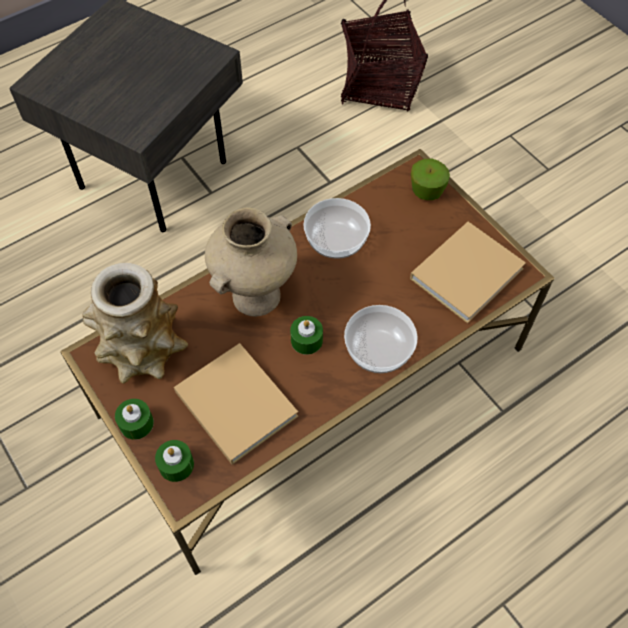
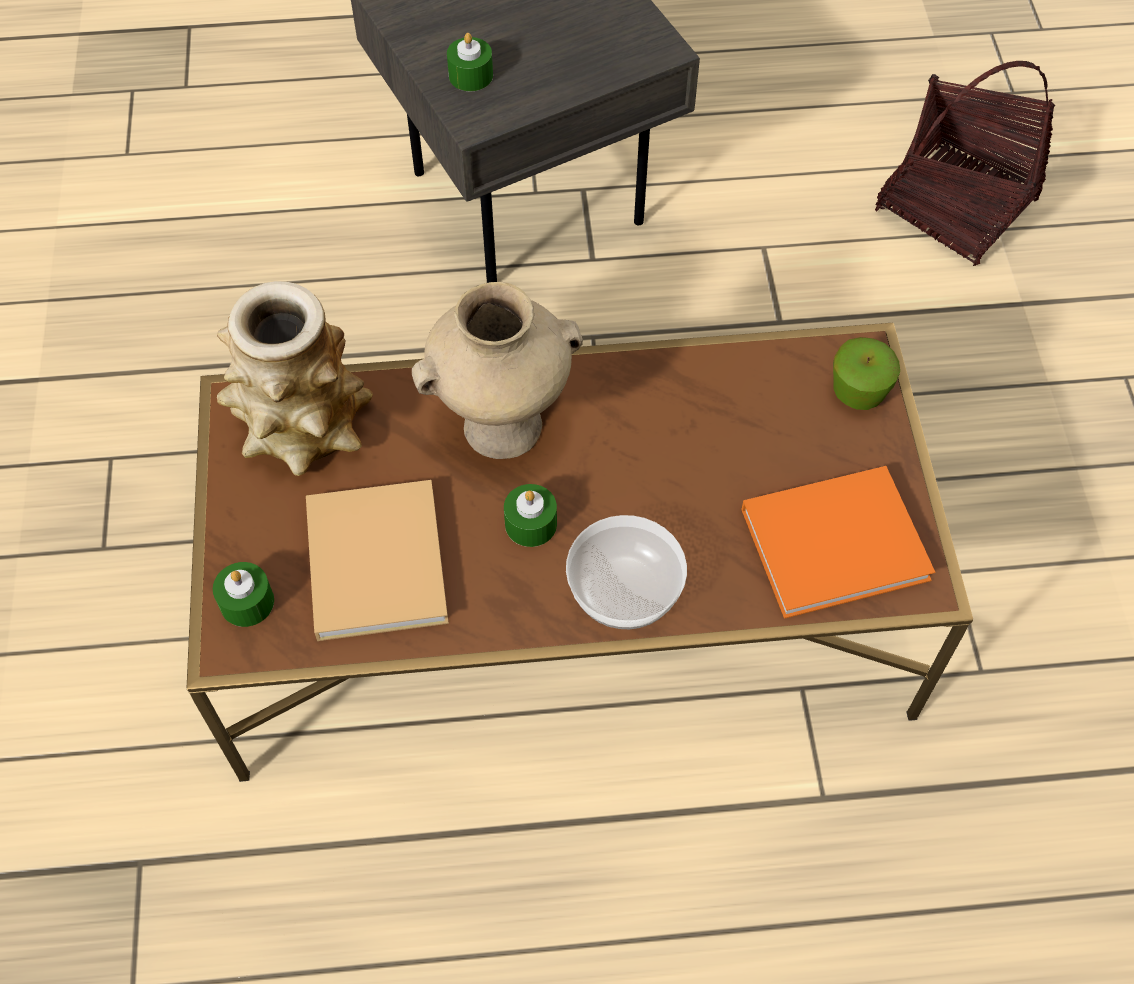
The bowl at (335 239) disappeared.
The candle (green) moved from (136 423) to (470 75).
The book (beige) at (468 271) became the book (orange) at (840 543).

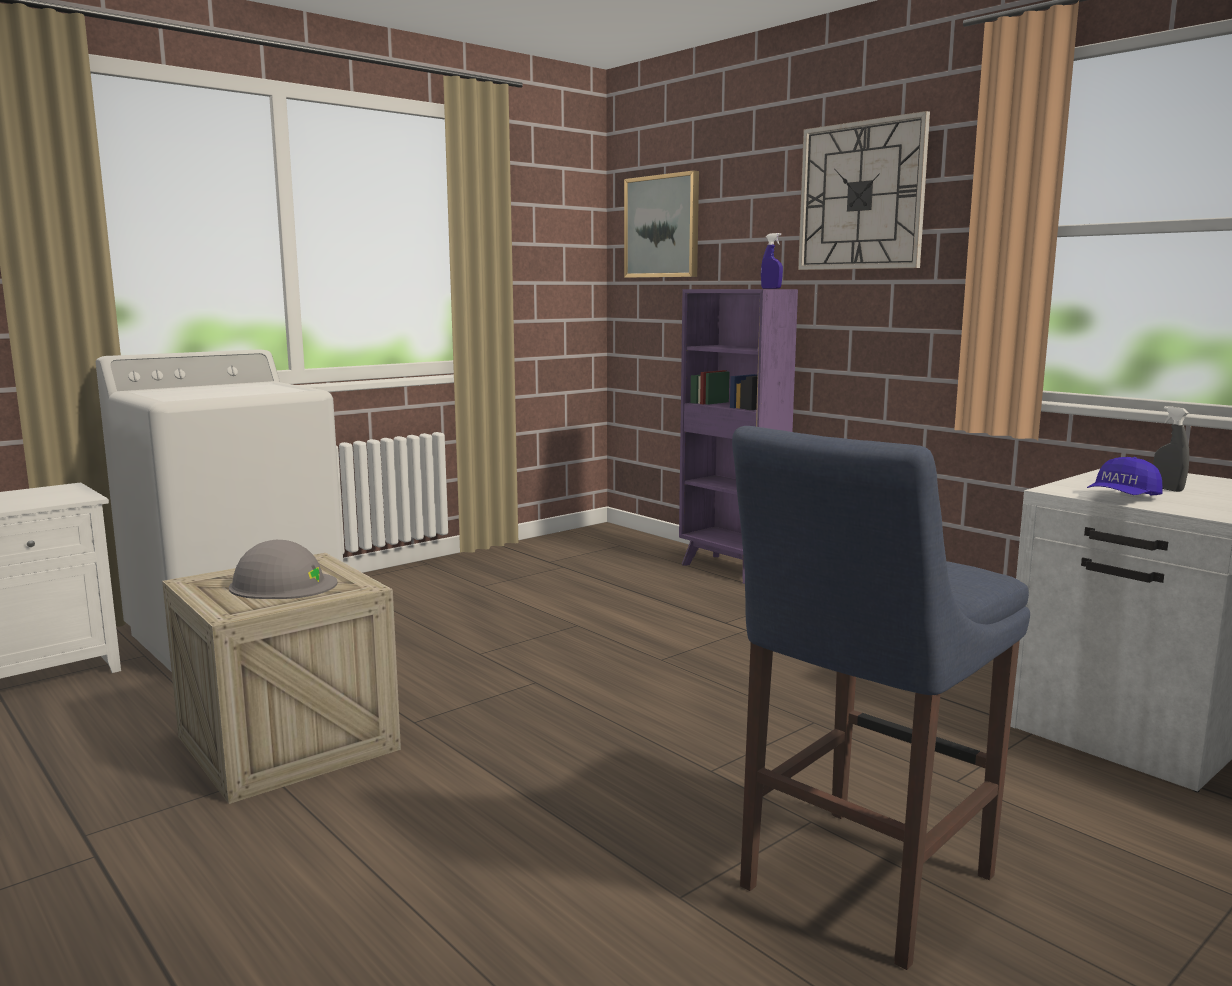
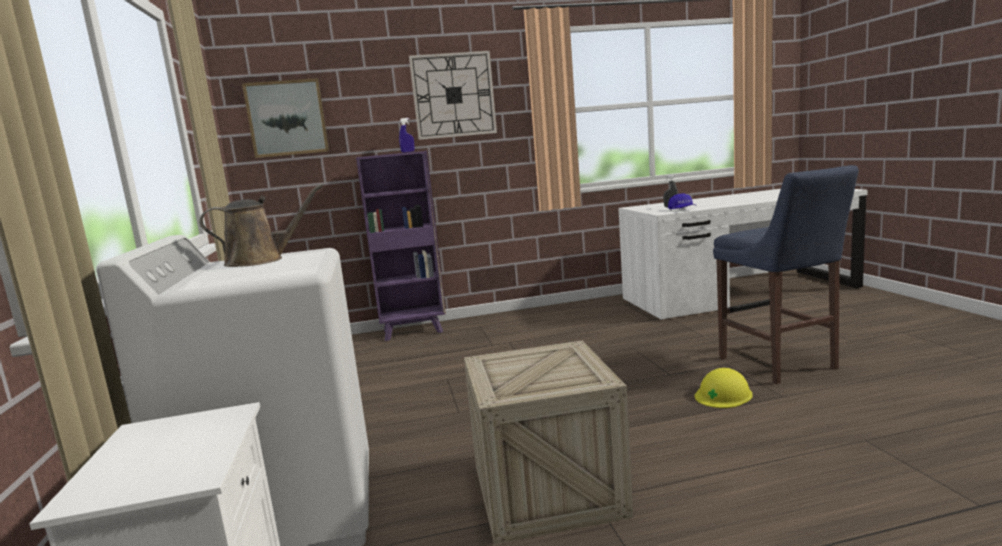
The hard hat (grey) at (282 585) disappeared.
The watering can (brown) at (260 260) appeared.
The hard hat (yellow) at (723 395) appeared.

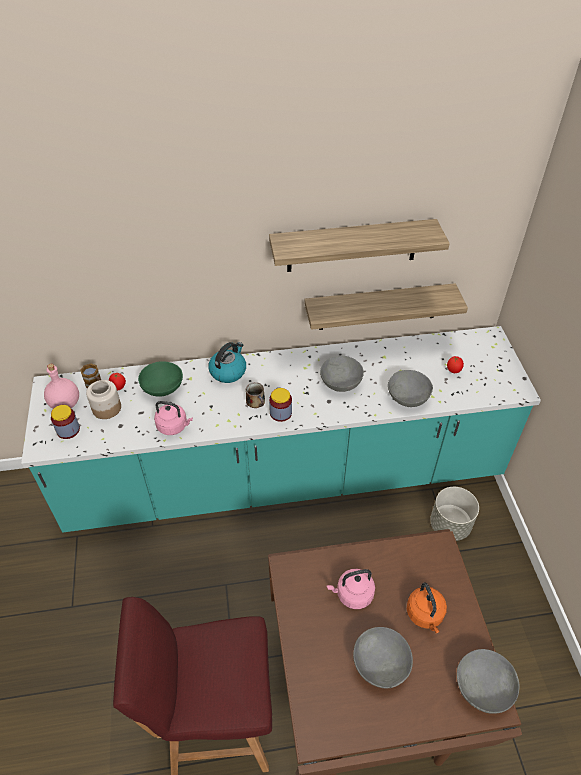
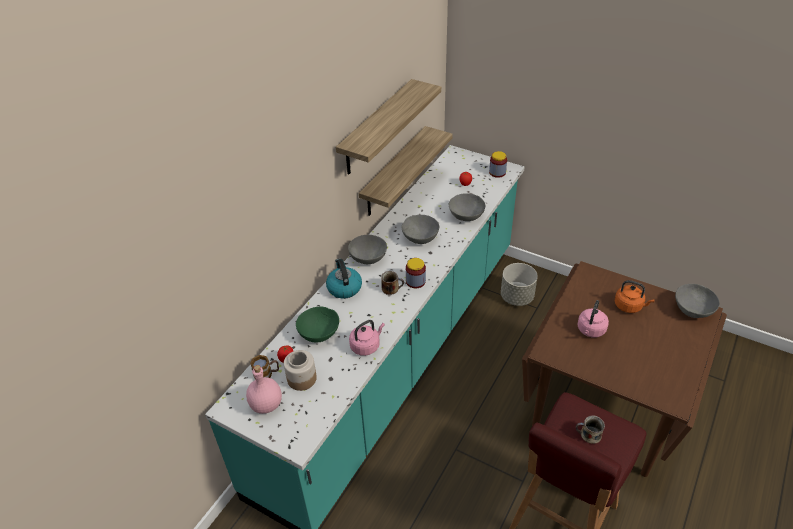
The mug at (589 435) appeared.
The jar moved from (68 430) to (497 172).
The bowl (grey) moved from (380 664) to (368 258).

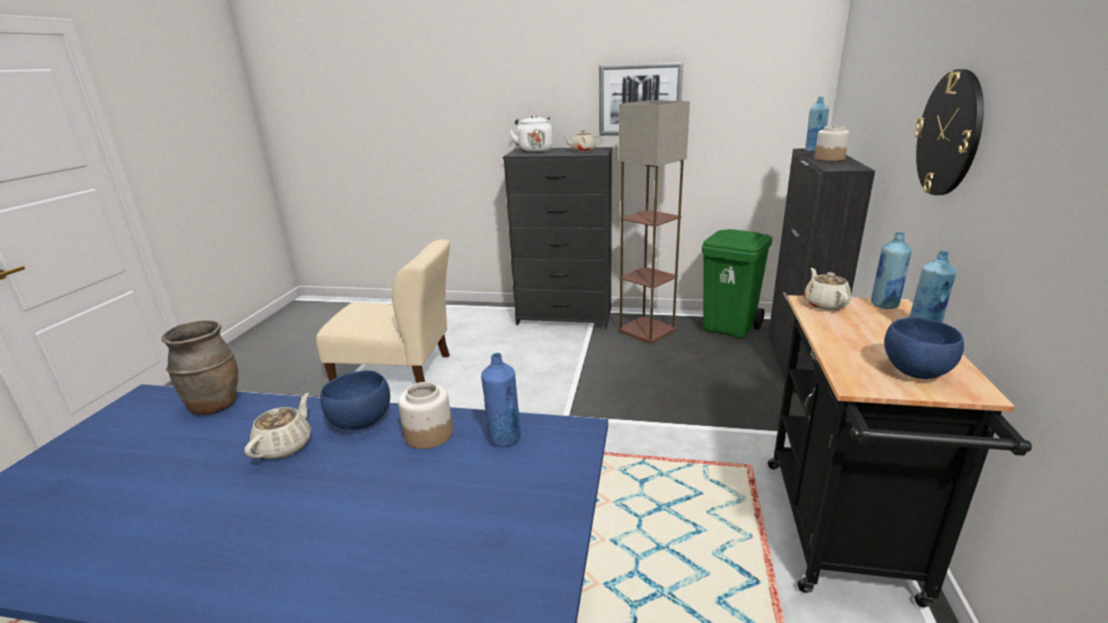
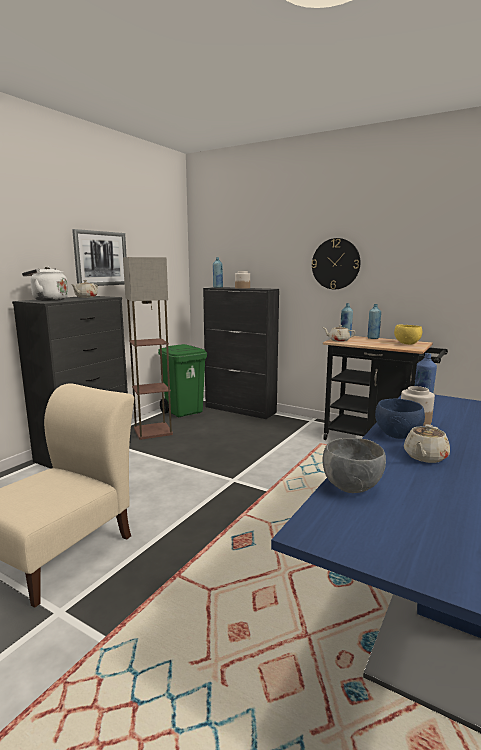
The vase (brown) at (215 405) was replaced by the bowl (grey) at (351 487).
The bowl (blue) at (914 372) became the bowl (yellow) at (407 344).
The teapot (beige) at (285 446) turned 90 degrees counterclockwise.

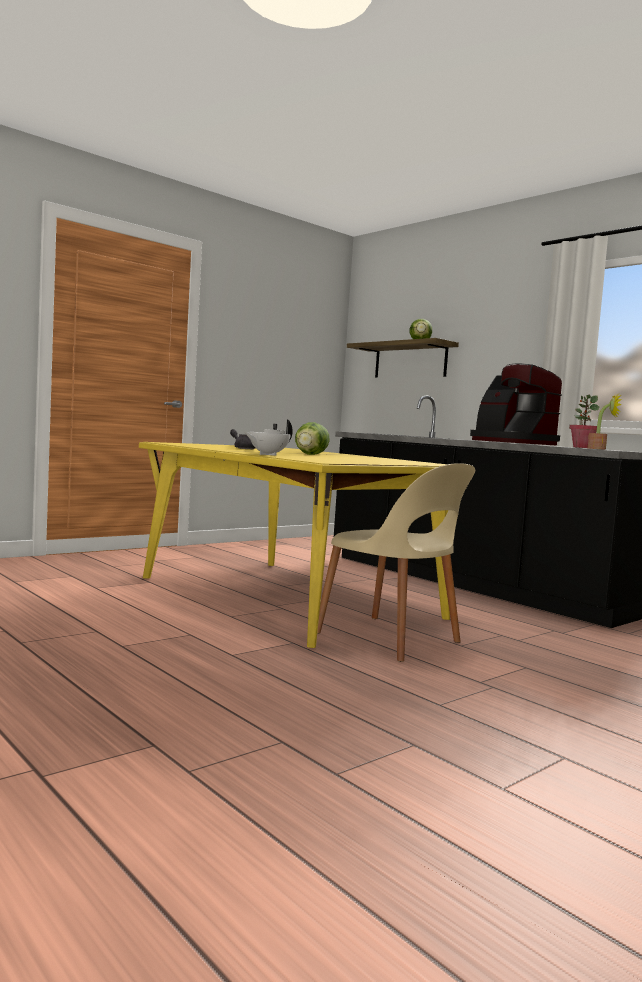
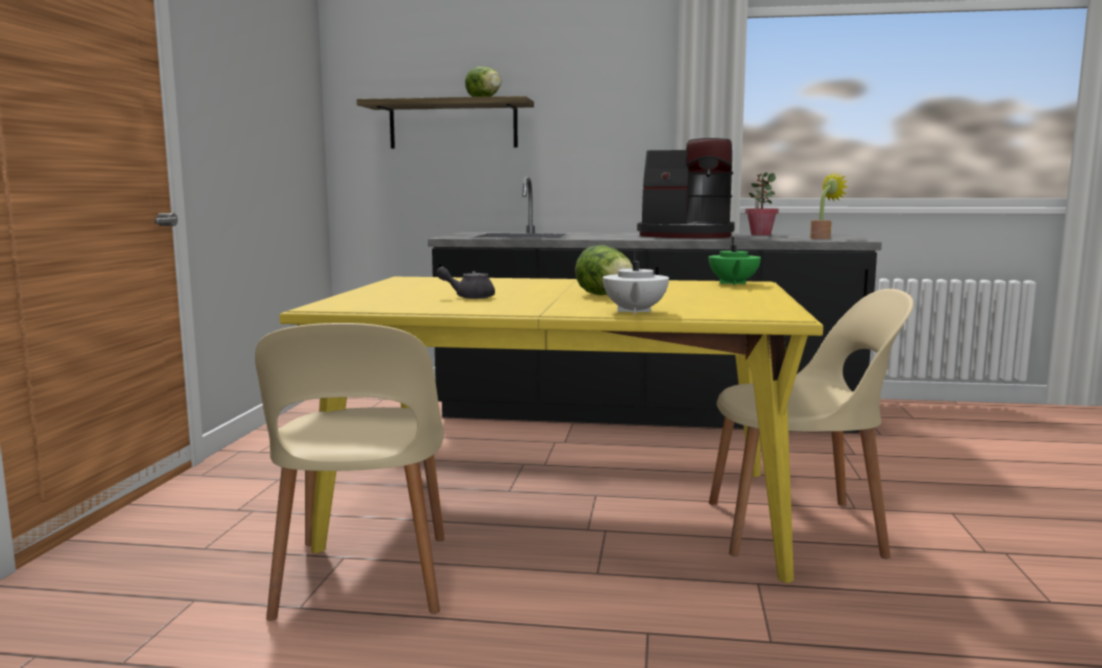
The chair (beige) at (363 579) appeared.
The teapot (green) at (733 283) appeared.

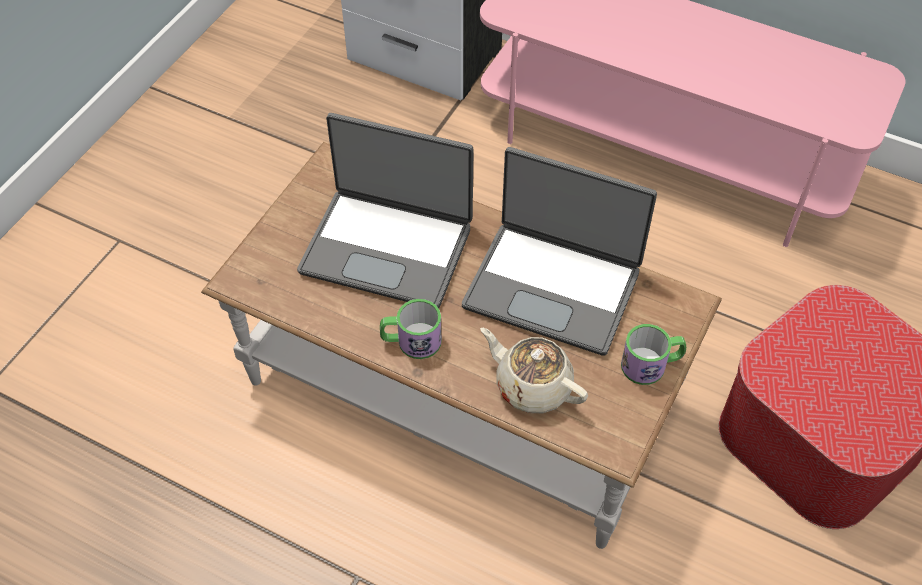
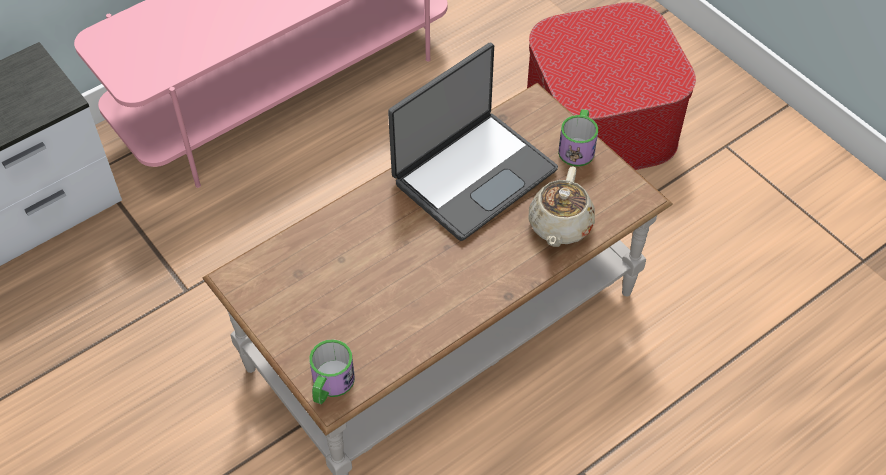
The laptop at (388 247) disappeared.
The mug moved from (411 341) to (330 385).
The teapot (beige) at (532 385) turned 45 degrees counterclockwise.

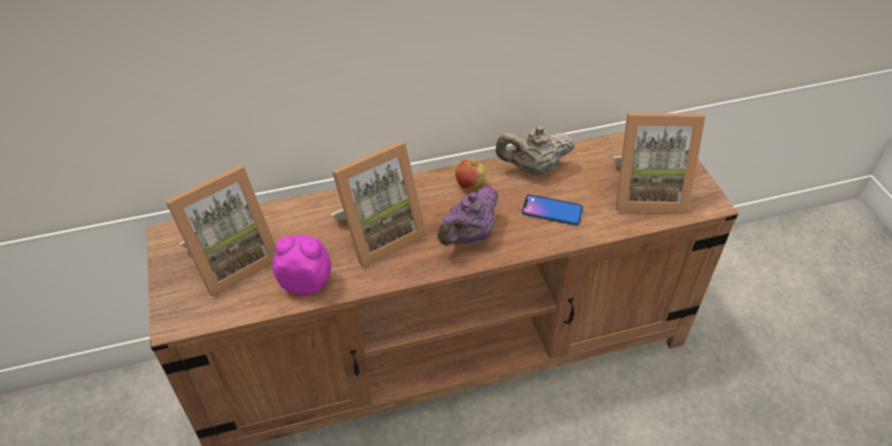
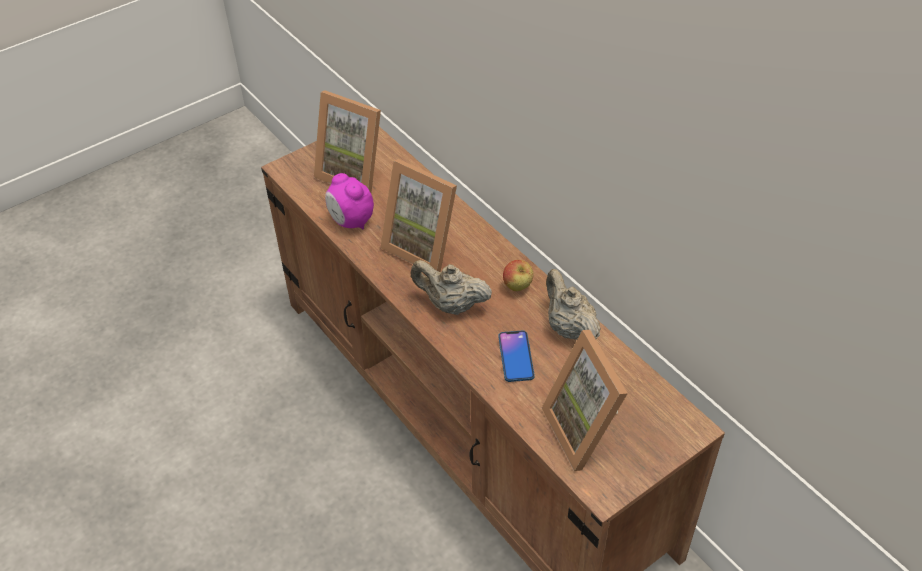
The teapot (purple) at (469 236) became the teapot (beige) at (451 305).
The alarm clock at (306 282) turned 150 degrees clockwise.

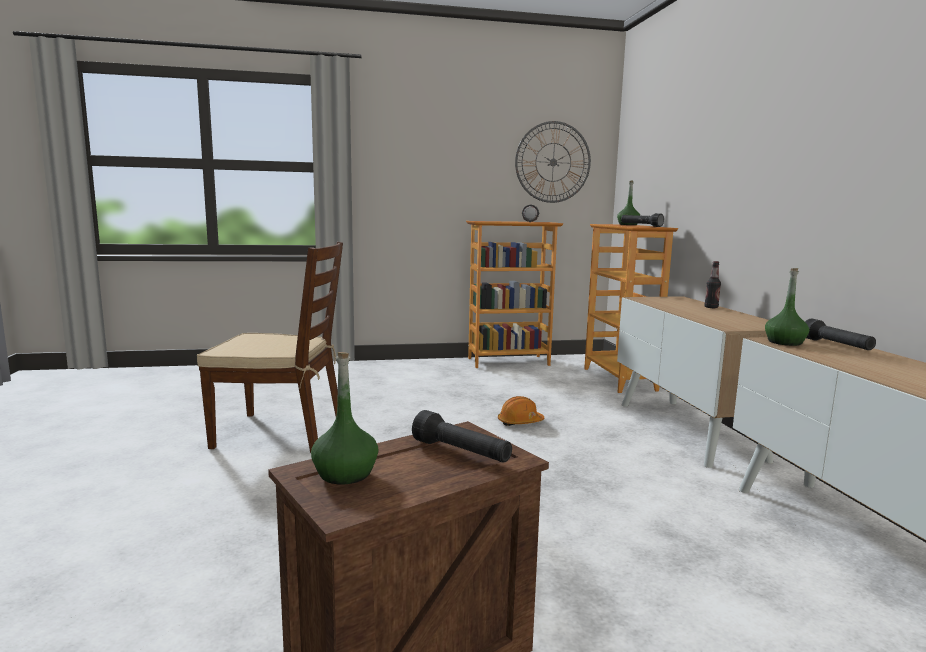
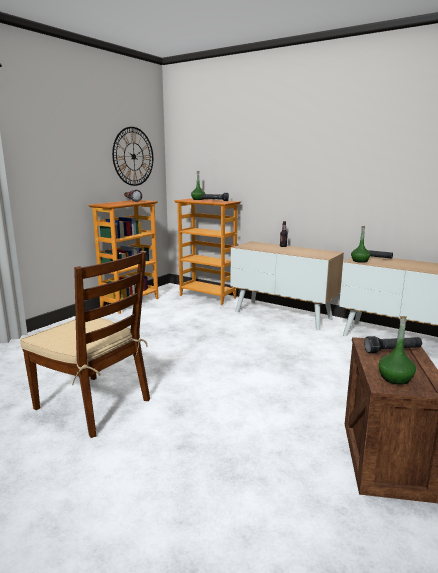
The hard hat (orange) at (520 422) disappeared.
The chair (brown) at (281 432) turned 75 degrees clockwise.

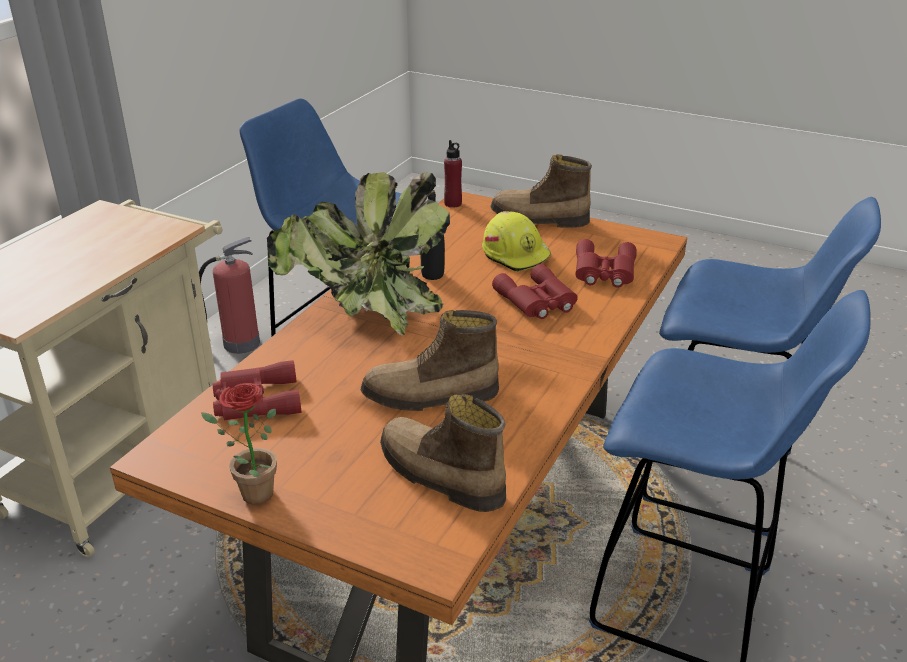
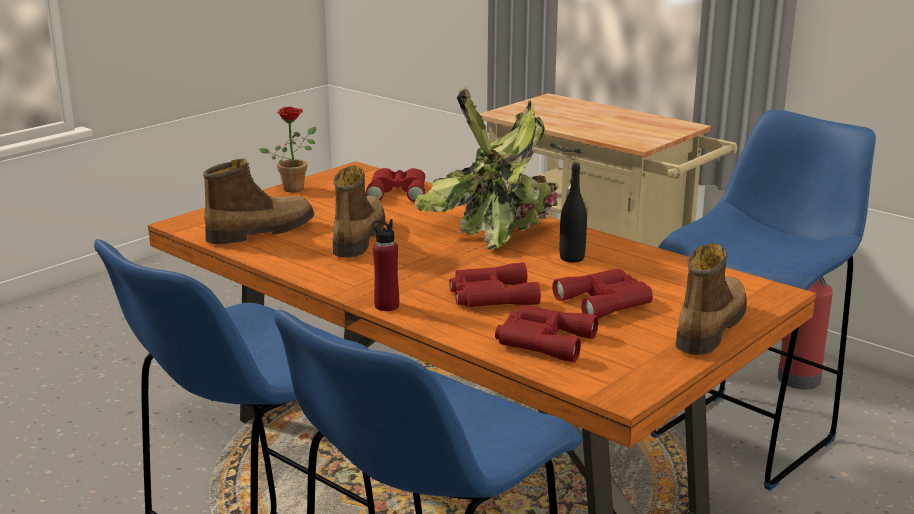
The bottle (red) moved from (453 204) to (386 306).
The hard hat (yellow) at (516 254) was replaced by the binoculars (red) at (607 301).

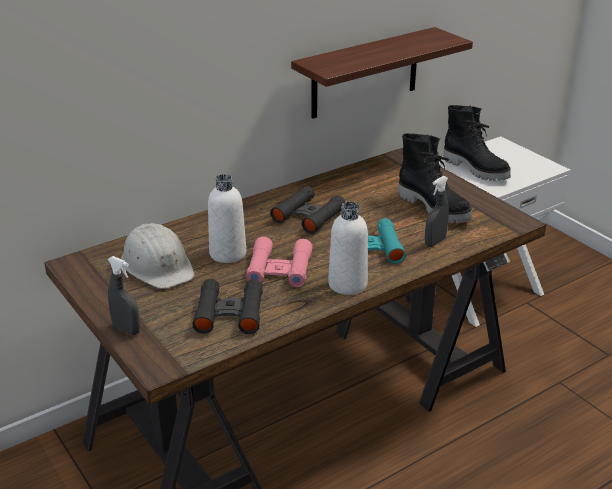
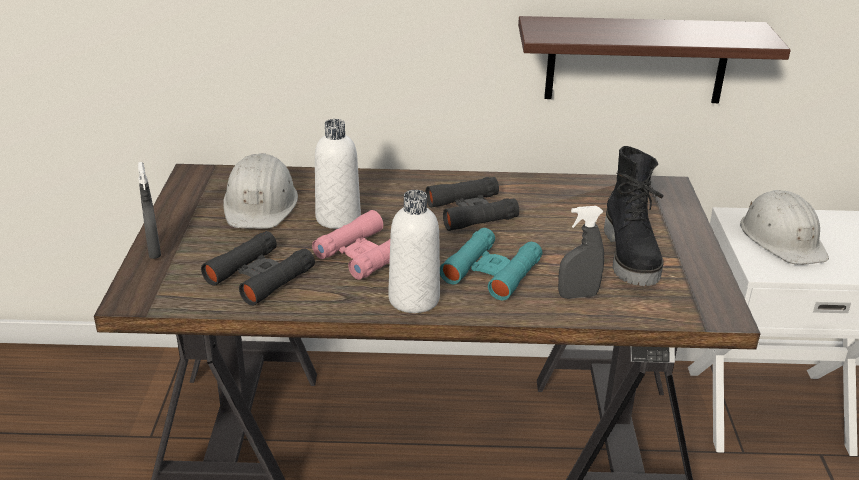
The boot (black) at (476 169) was replaced by the hard hat (white) at (782 238).

